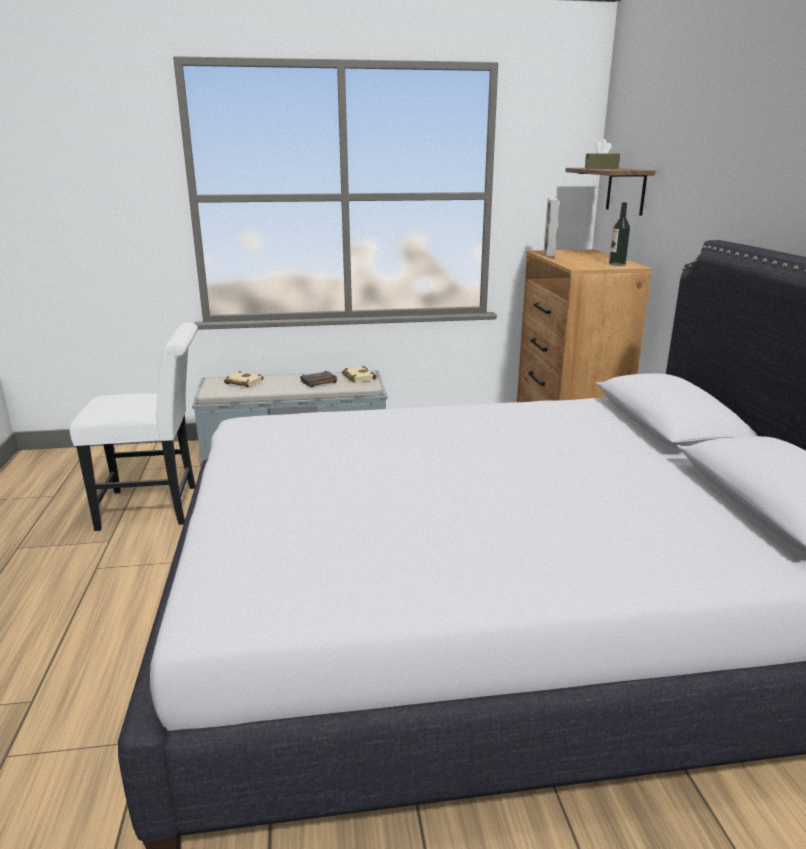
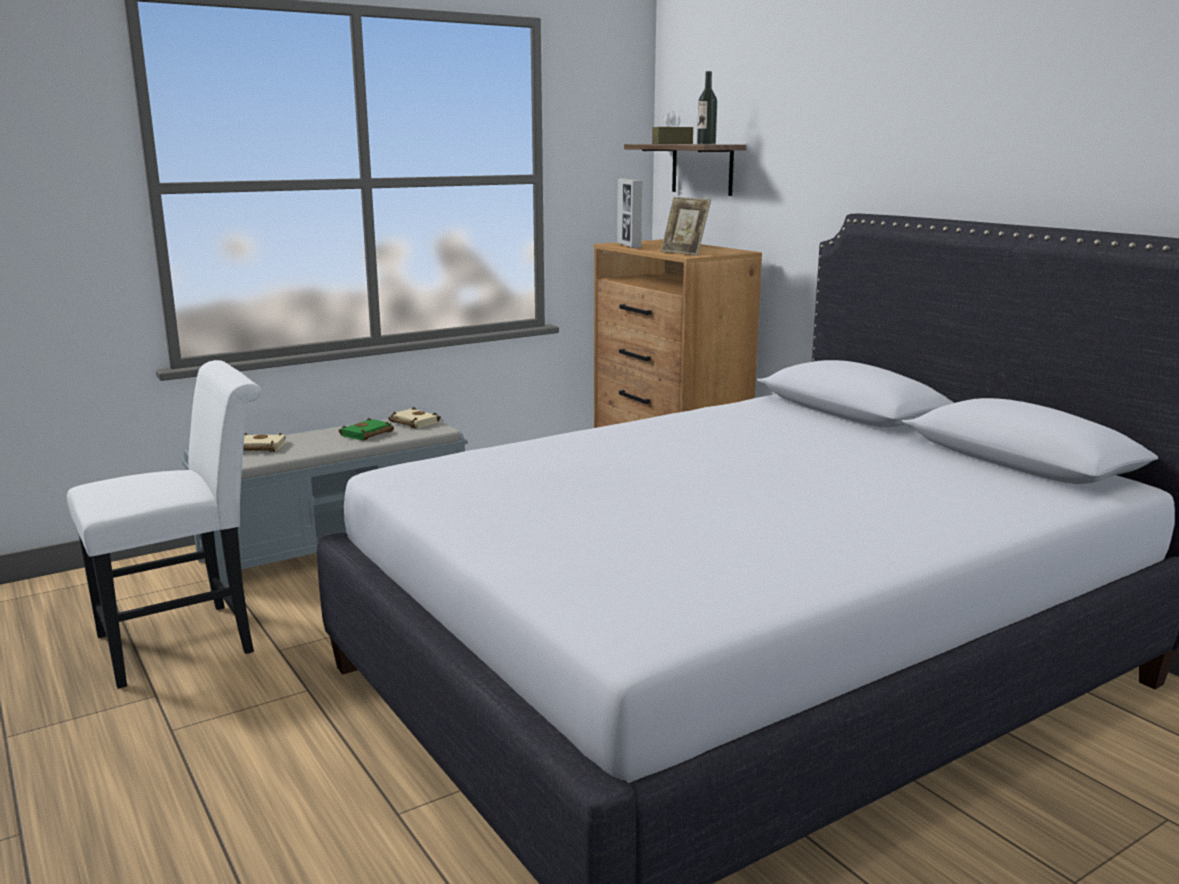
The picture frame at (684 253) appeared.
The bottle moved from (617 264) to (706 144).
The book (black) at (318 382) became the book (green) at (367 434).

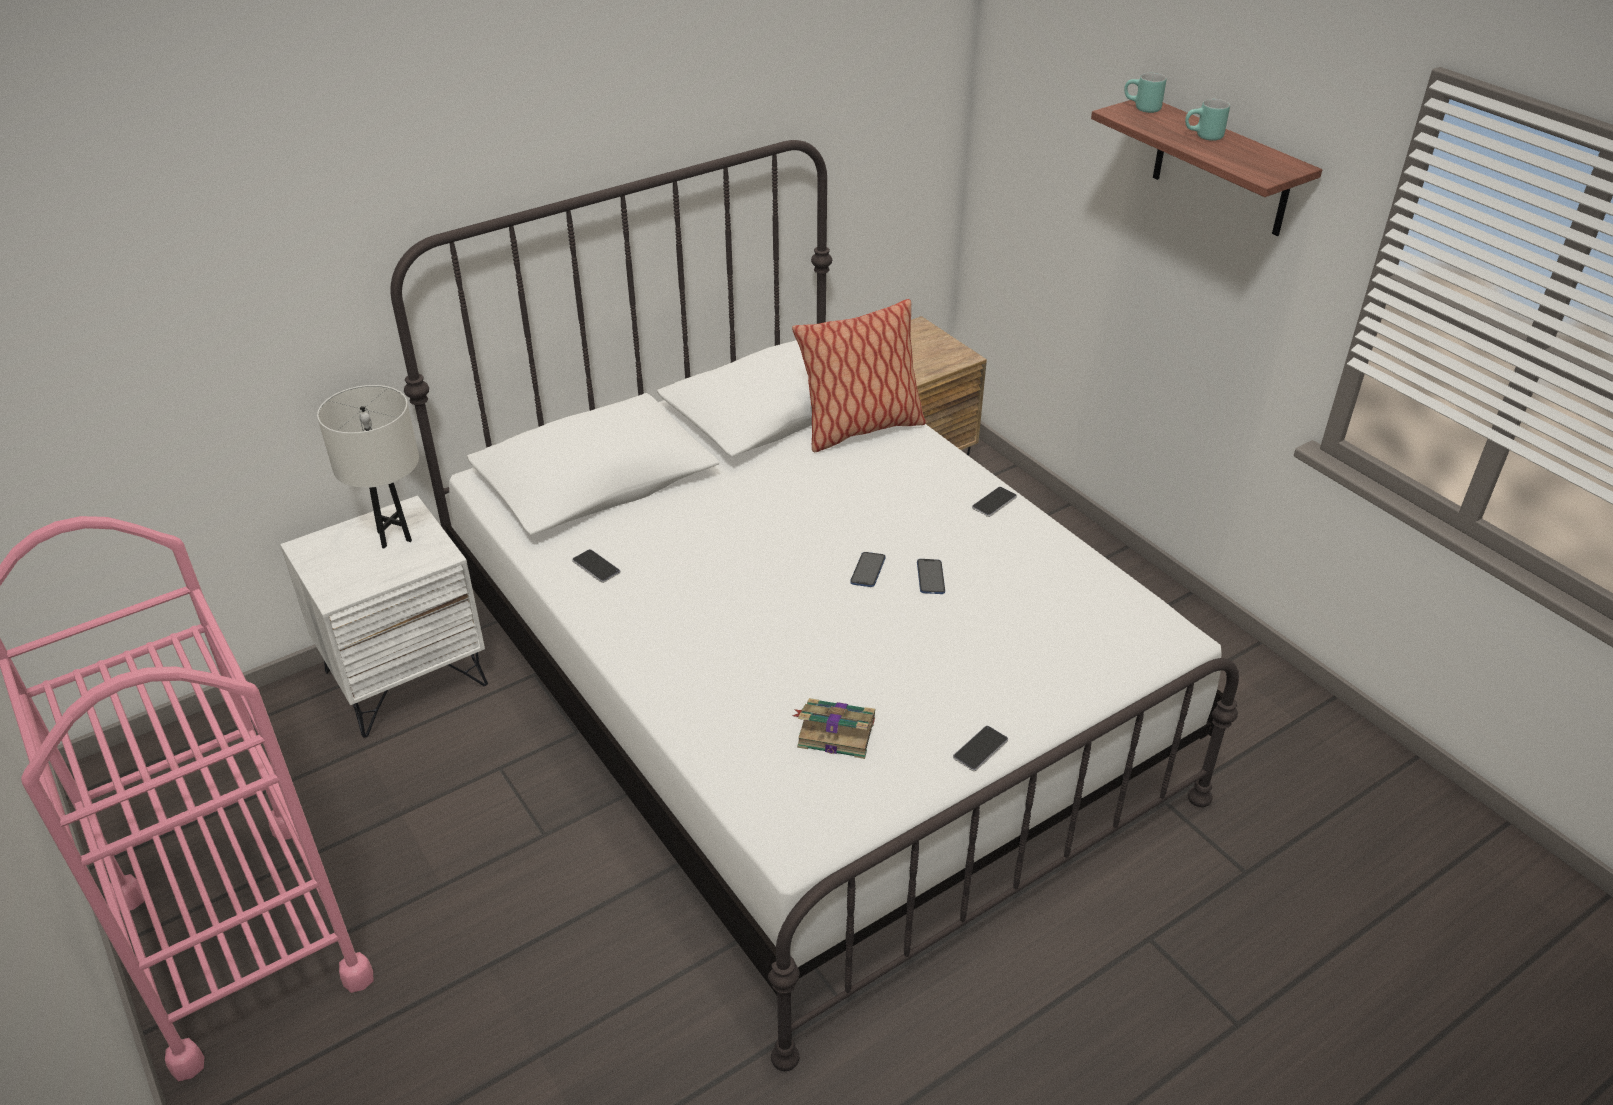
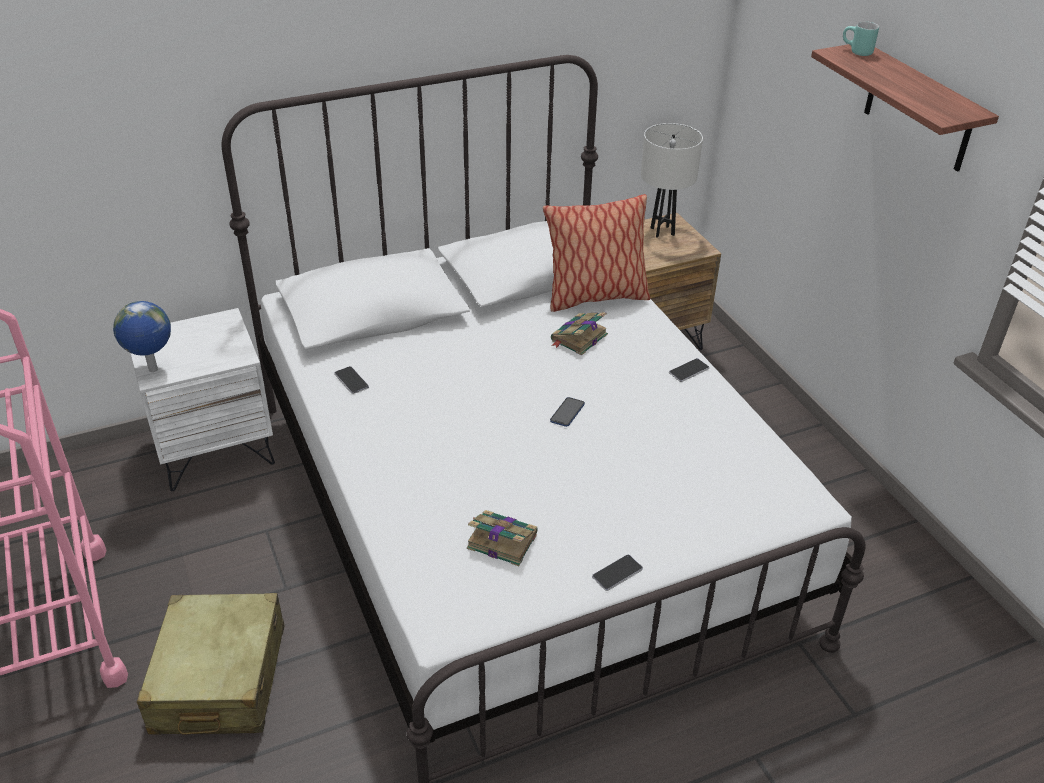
The phone at (930 577) disappeared.
The mug (turquoise) at (1204 137) disappeared.
The globe at (153 370) appeared.
The suitcase (beige) at (219 679) appeared.
The book at (578 338) appeared.
The table lamp (white) moved from (394 537) to (662 231).

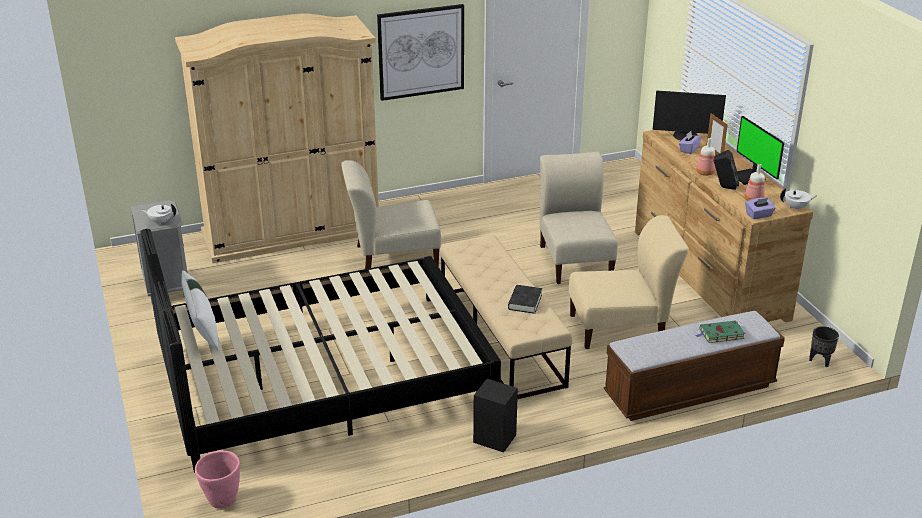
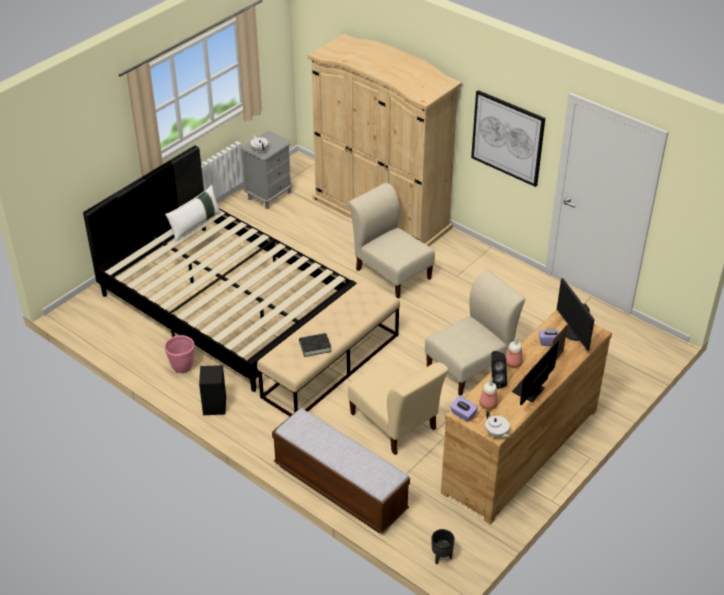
The book (green) at (720 334) disappeared.
The planter (pink) moved from (222 500) to (182 367).

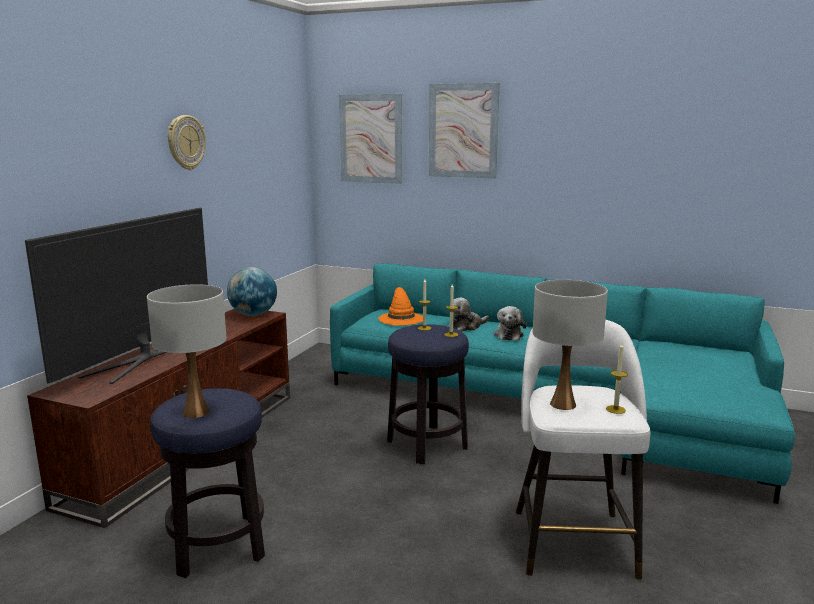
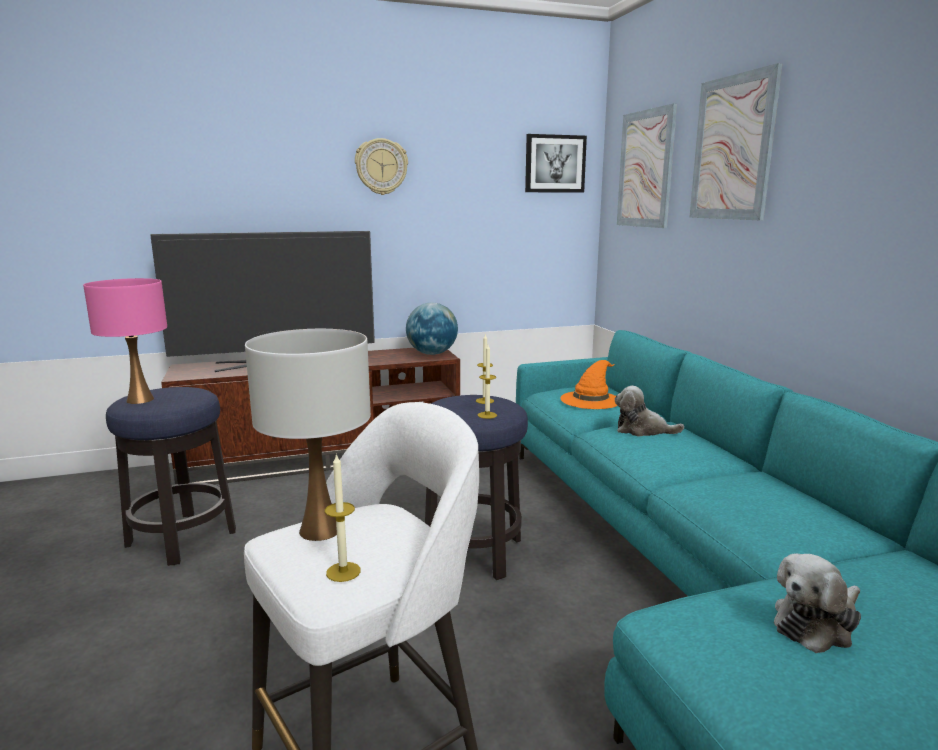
The picture at (554 164) appeared.
The plush toy moved from (508 335) to (816 624).
The table lamp (white) at (195 412) became the table lamp (pink) at (139 400).

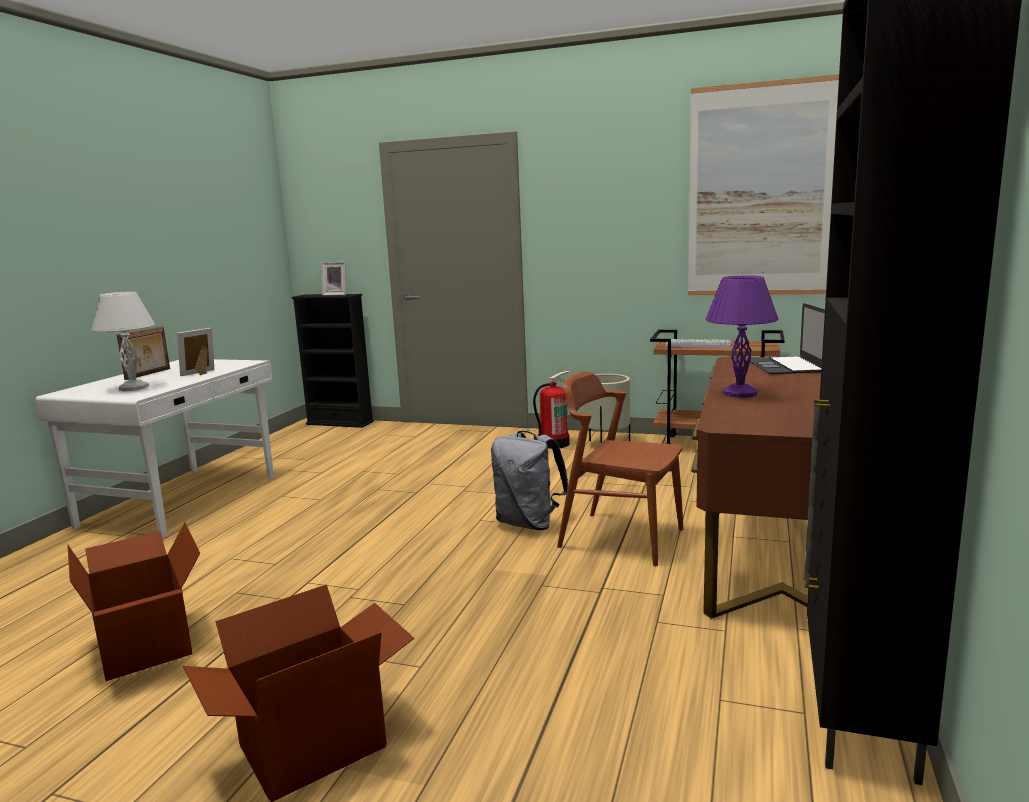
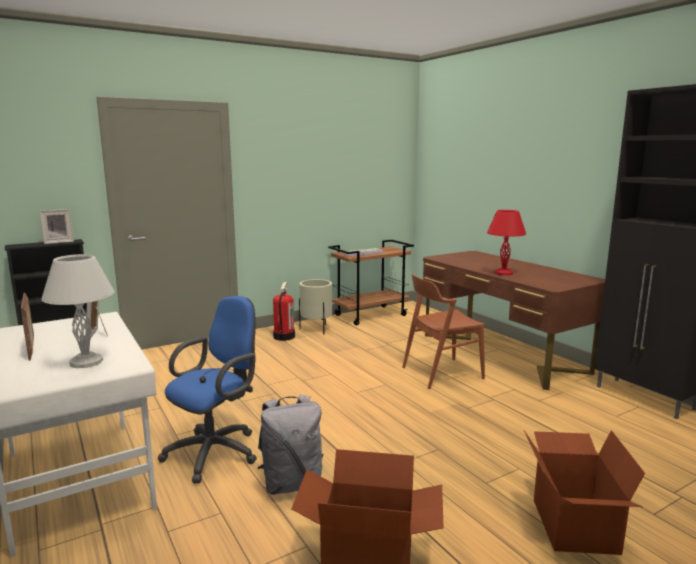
The picture at (759 191) disappeared.
The laptop at (786 366) disappeared.
The office chair (blue) at (217 451) appeared.
The backpack (grey) moved from (529 523) to (292 483).
The table lamp (purple) at (738 393) became the table lamp (red) at (503 273).

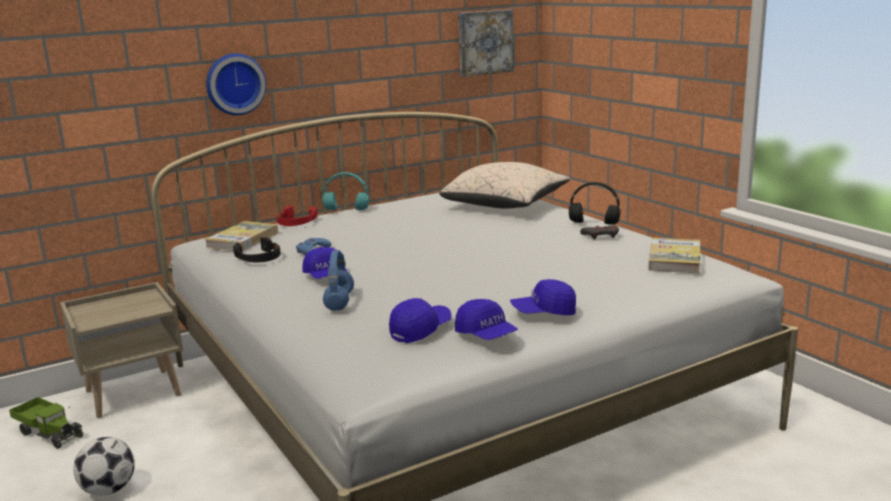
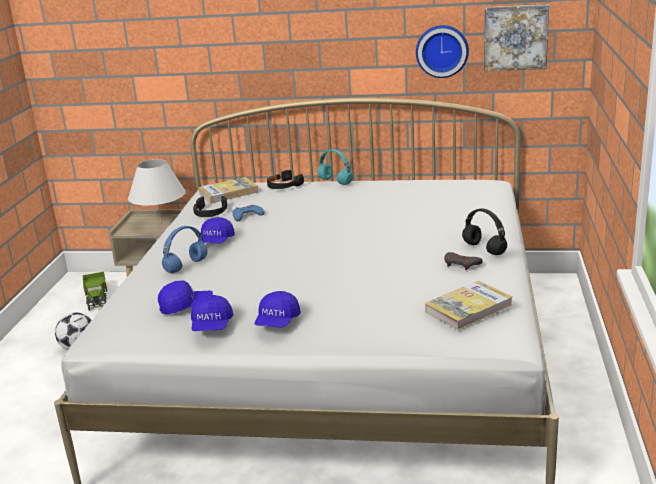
The pillow (beige) at (506 205) disappeared.
The table lamp (white) at (161 224) appeared.
The wall clock moved from (234 84) to (442 50).
The headphones (red) at (296 222) became the headphones (black) at (284 185).
The cap (blue) at (544 312) turned 105 degrees counterclockwise.

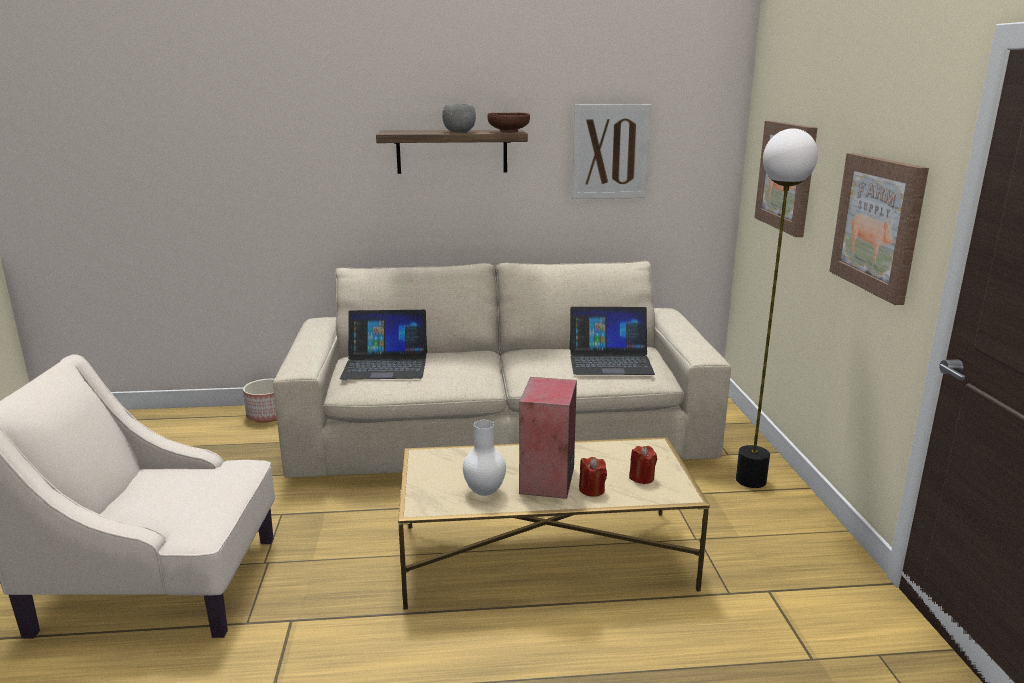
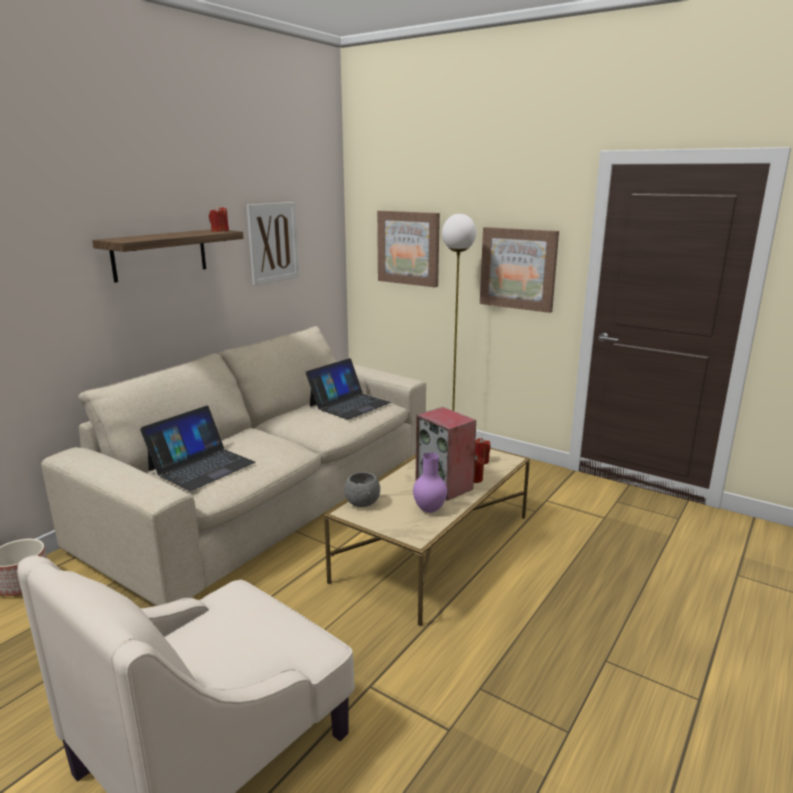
The bowl (grey) moved from (459 132) to (362 503).
The bowl (brown) at (508 131) was replaced by the candle (red) at (220 231).
The vase (white) at (483 492) became the vase (purple) at (429 510).

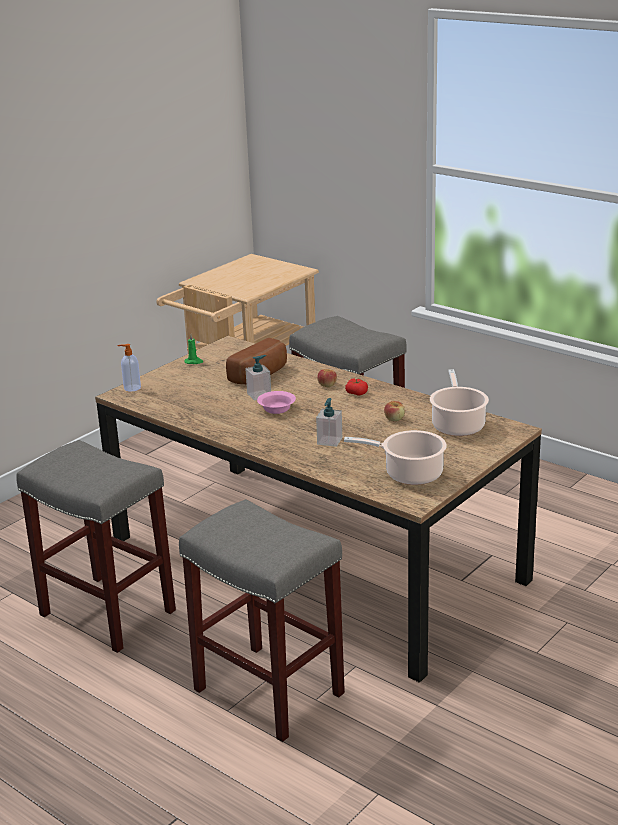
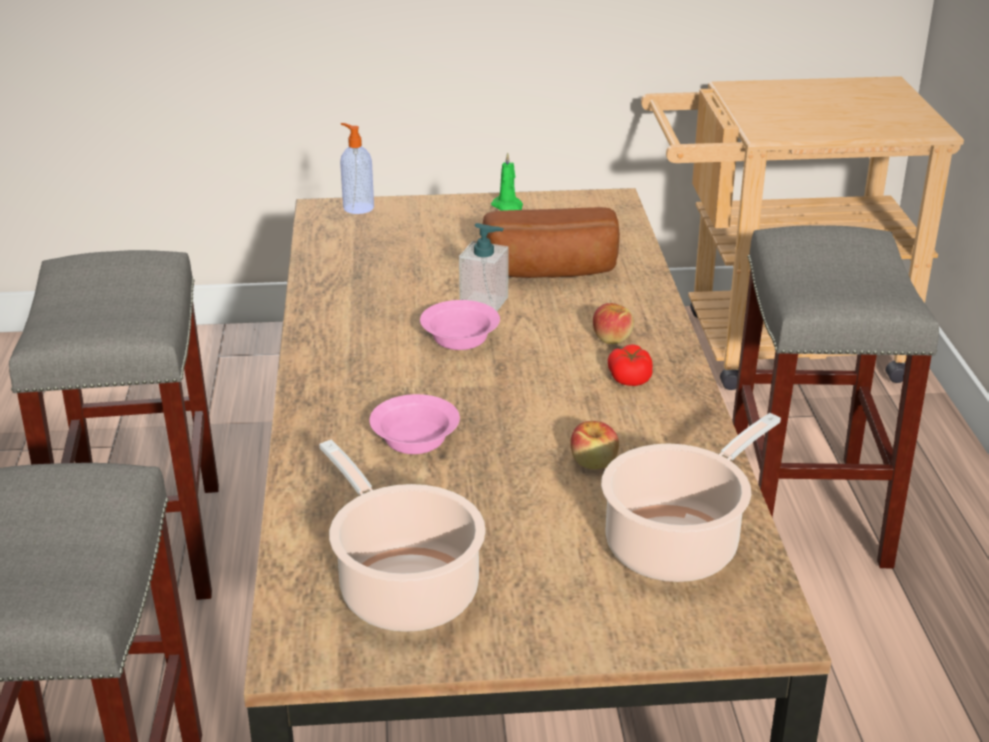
The soap dispenser at (329 441) was replaced by the bowl (pink) at (417 440).

